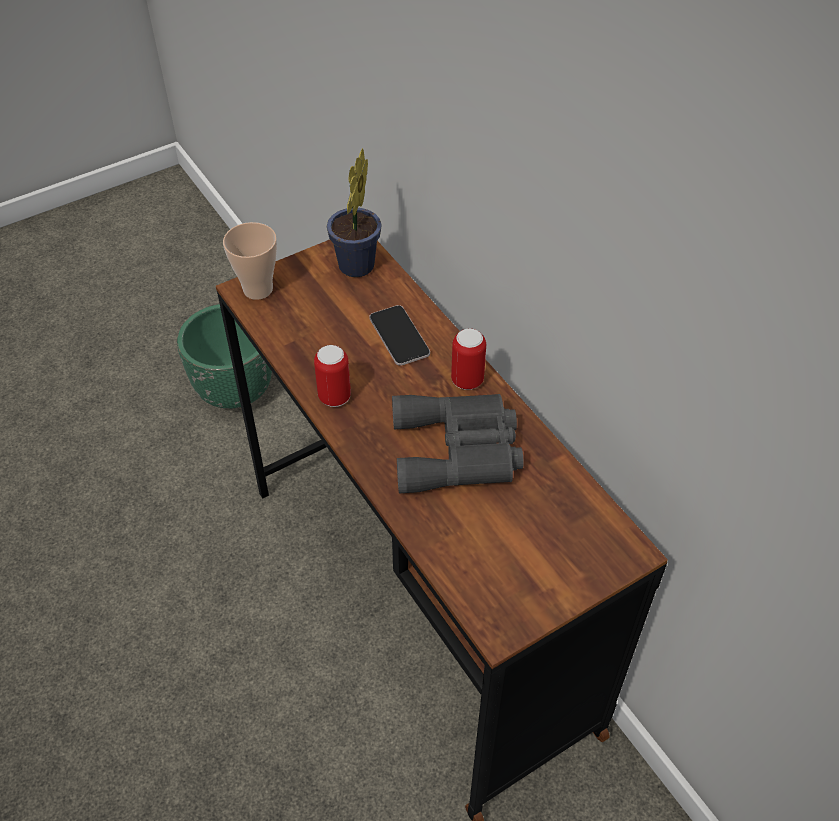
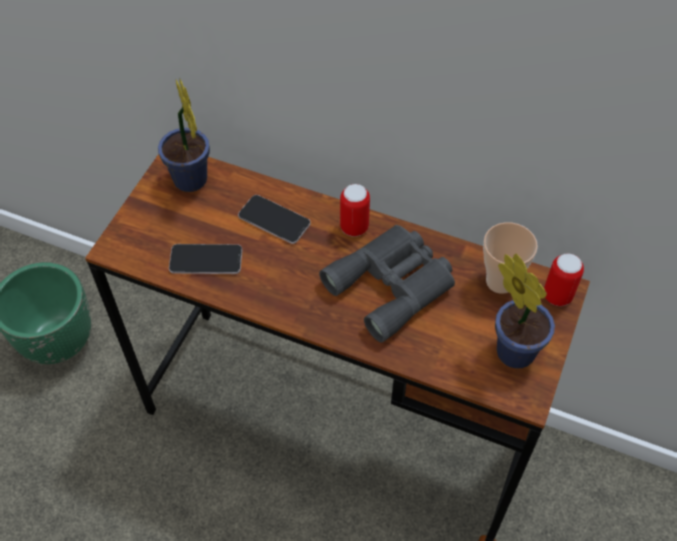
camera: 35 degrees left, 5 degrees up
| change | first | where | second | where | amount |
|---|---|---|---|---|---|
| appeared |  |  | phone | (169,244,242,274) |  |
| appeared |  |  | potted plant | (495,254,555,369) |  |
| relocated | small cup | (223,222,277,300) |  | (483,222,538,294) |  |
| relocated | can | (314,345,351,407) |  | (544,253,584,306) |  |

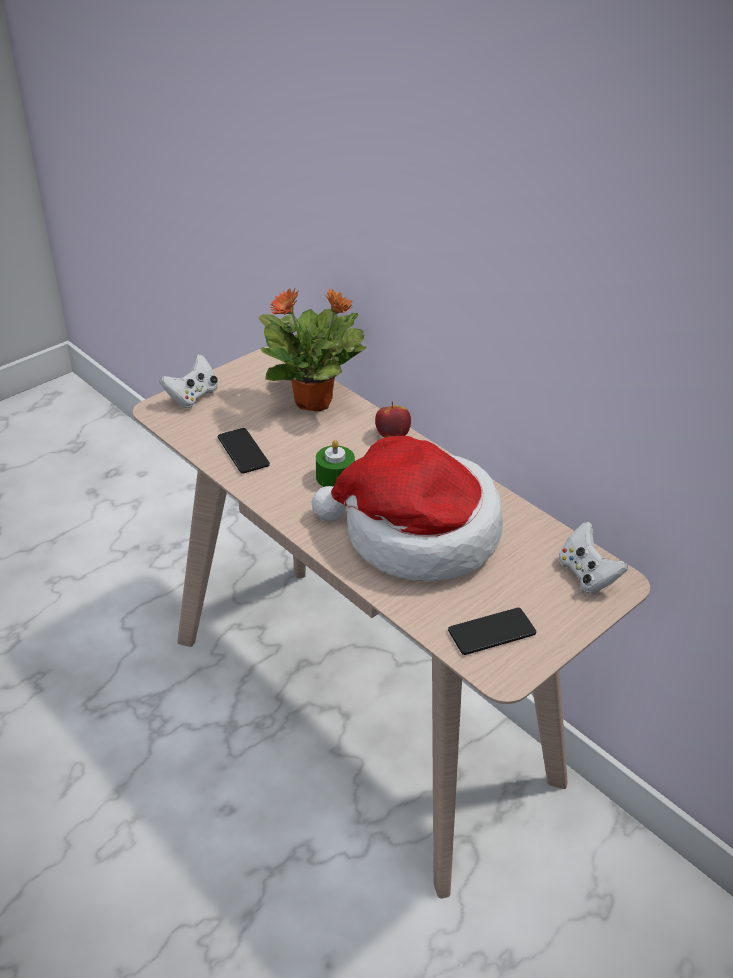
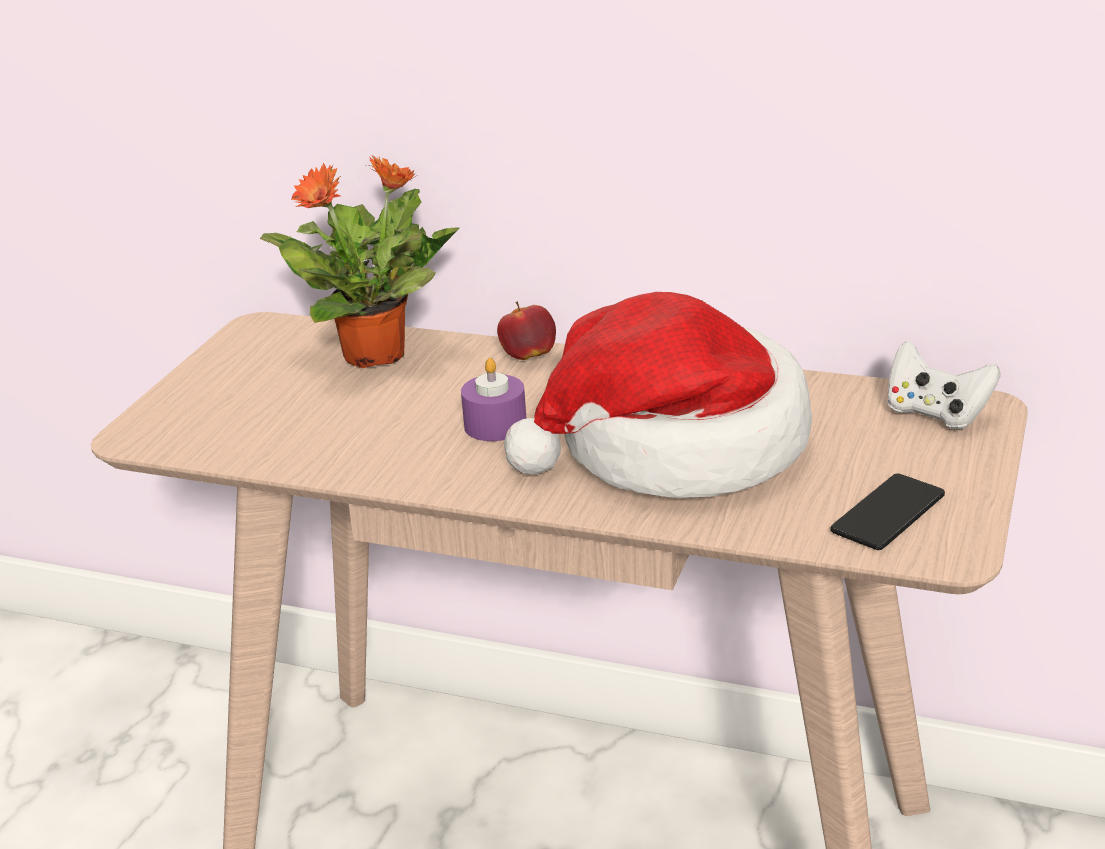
camera: 25 degrees left, 10 degrees down
| change | first | where | second | where | amount |
|---|---|---|---|---|---|
| missing | whitish gamepad | (160,354,218,408) |  |  |  |
| missing | phone | (218,428,270,473) |  |  |  |
| colour | green wax light | (316,440,355,487) | purple wax light | (461,358,526,441) |  |

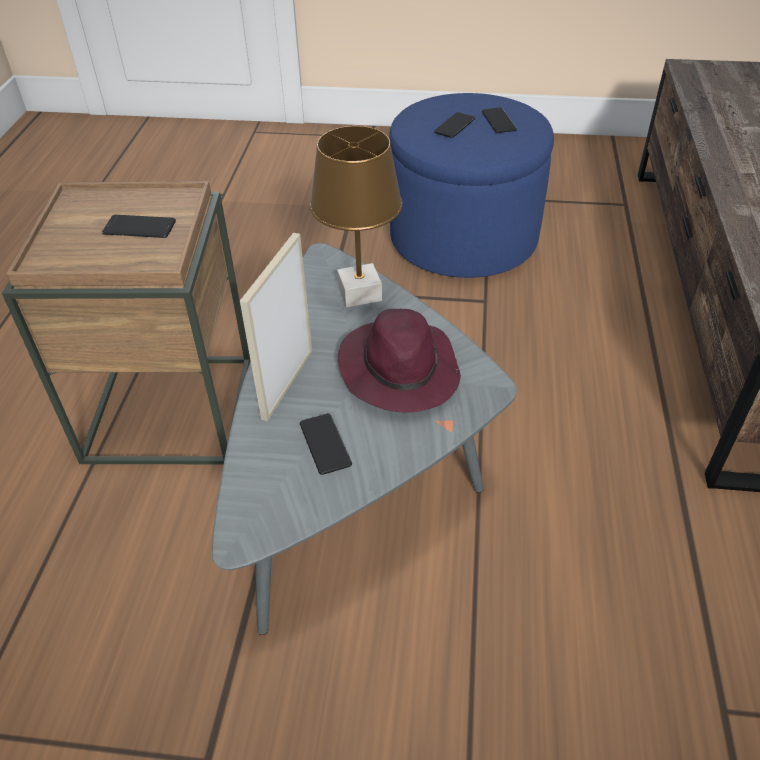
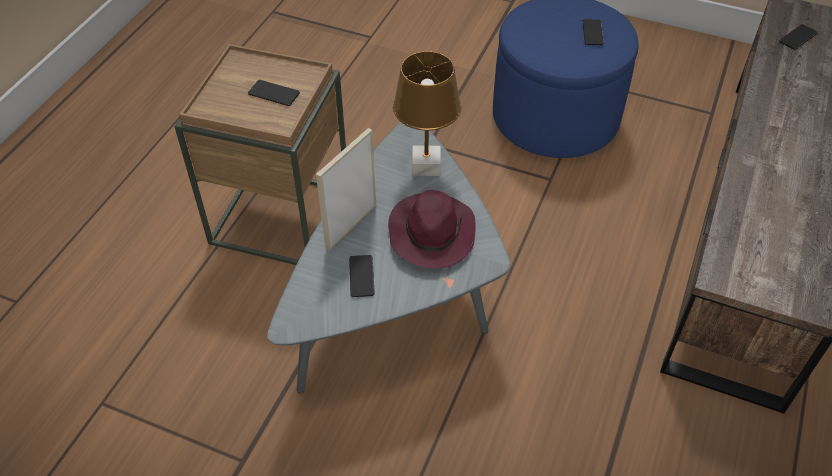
camera: 15 degrees right, 5 degrees up
| change | first | where | second | where | amount |
|---|---|---|---|---|---|
| relocated | phone | (434,112,475,138) |  | (779,24,818,50) |  |

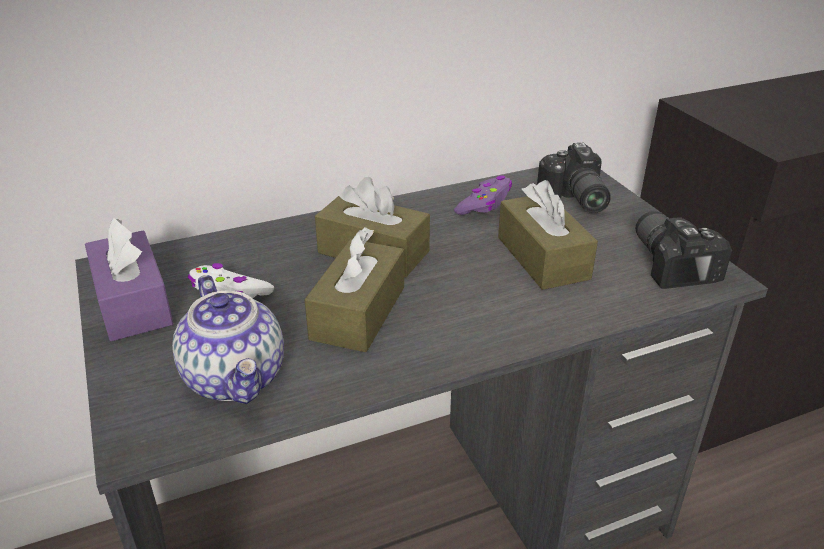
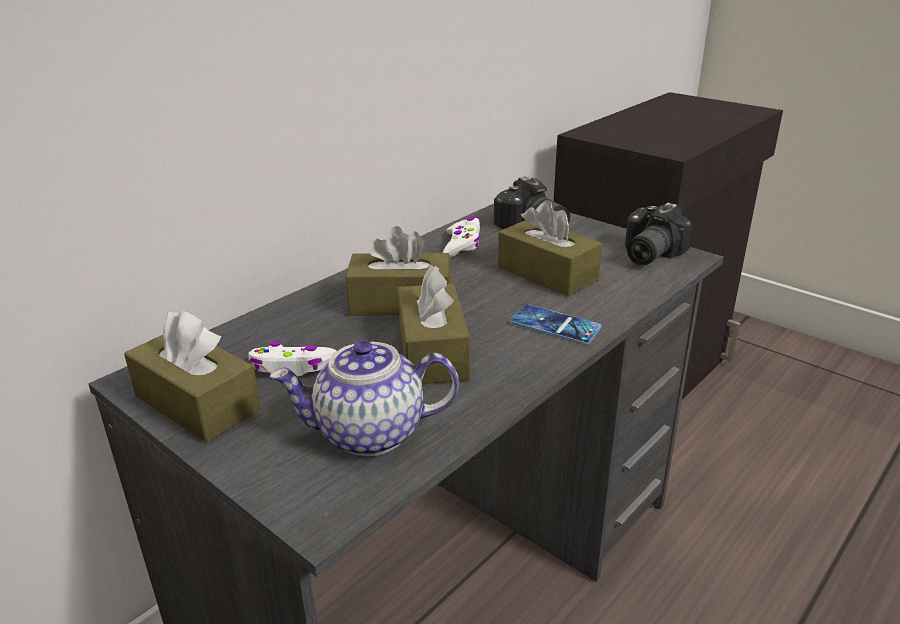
camera: 25 degrees left, 5 degrees down
| change | first | where | second | where | amount |
|---|---|---|---|---|---|
| appeared |  |  | phone | (509,304,602,345) |  |
| colour | purple box of tissues | (85,218,173,341) | brown-coloured box of tissues | (124,310,261,442) |  |
| colour | purple gamepad | (454,175,512,215) | whitish gamepad | (443,216,481,257) |  |
| spun | tea pot | (172,275,284,404) |  | (270,340,459,456) | 135 degrees clockwise |
| spun | photo camera | (636,211,732,289) |  | (625,203,693,265) | 105 degrees counterclockwise |

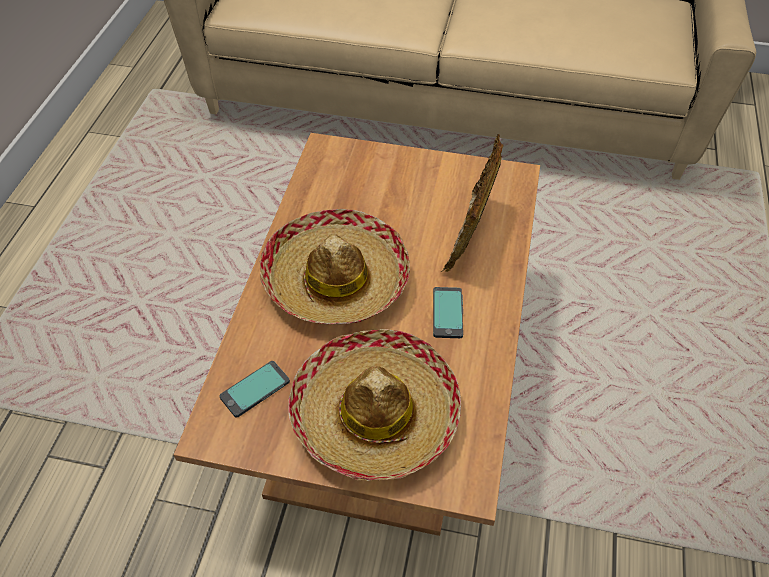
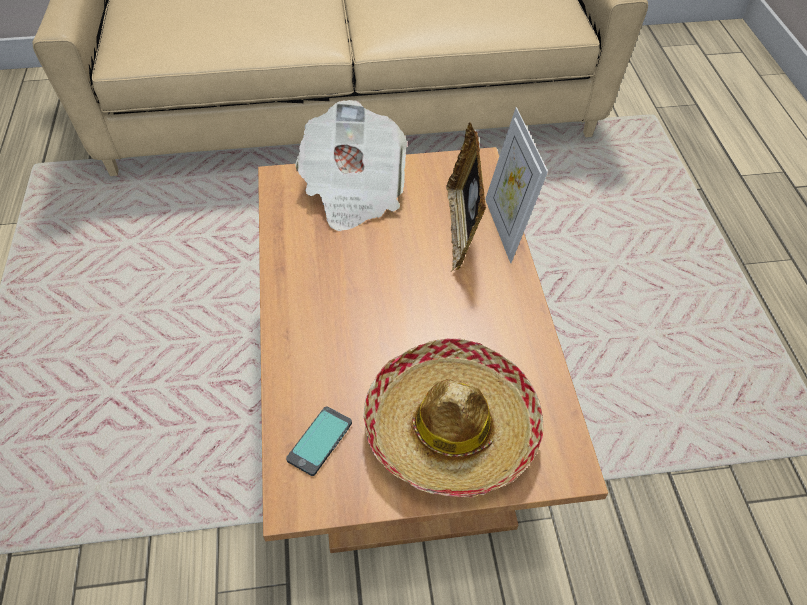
camera: 20 degrees left, 0 degrees up
| change | first | where | second | where | amount |
|---|---|---|---|---|---|
| missing | hat | (260,209,410,325) |  |  |  |
| missing | phone | (433,287,463,338) |  |  |  |
| appeared |  |  | newspaper | (295,100,407,231) |  |
| appeared |  |  | standing frame | (485,107,548,263) |  |

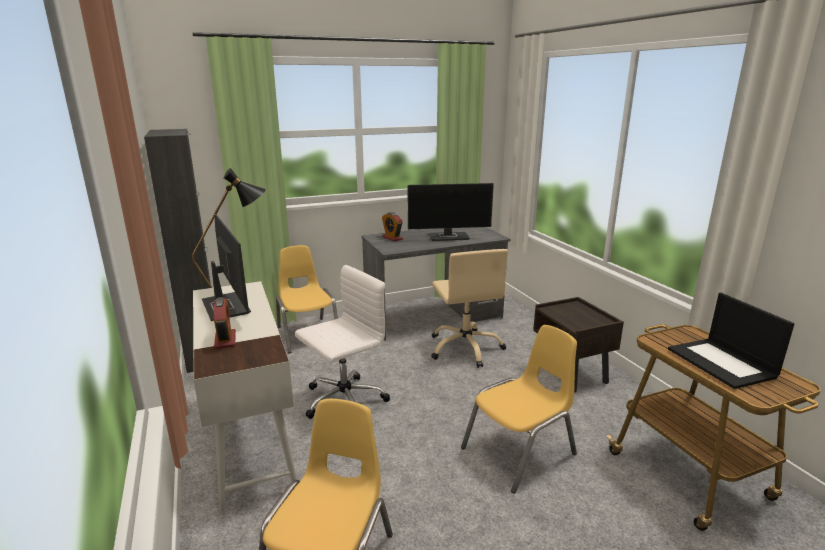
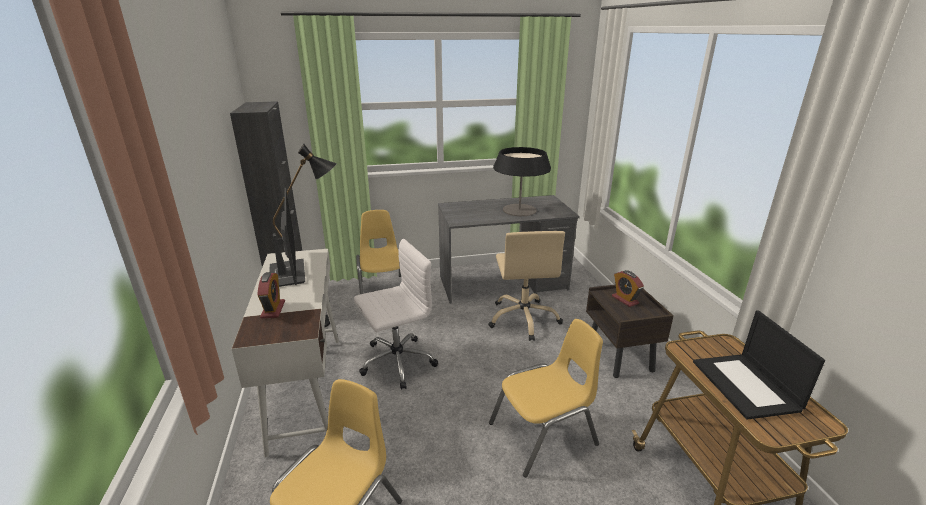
camera: 10 degrees right, 5 degrees up
| change | first | where | second | where | amount |
|---|---|---|---|---|---|
| relocated | table clock | (382,212,403,241) |  | (612,270,644,307) |  |
| exchanged | monitor | (408,183,494,241) | table lamp | (493,147,551,216) |  |

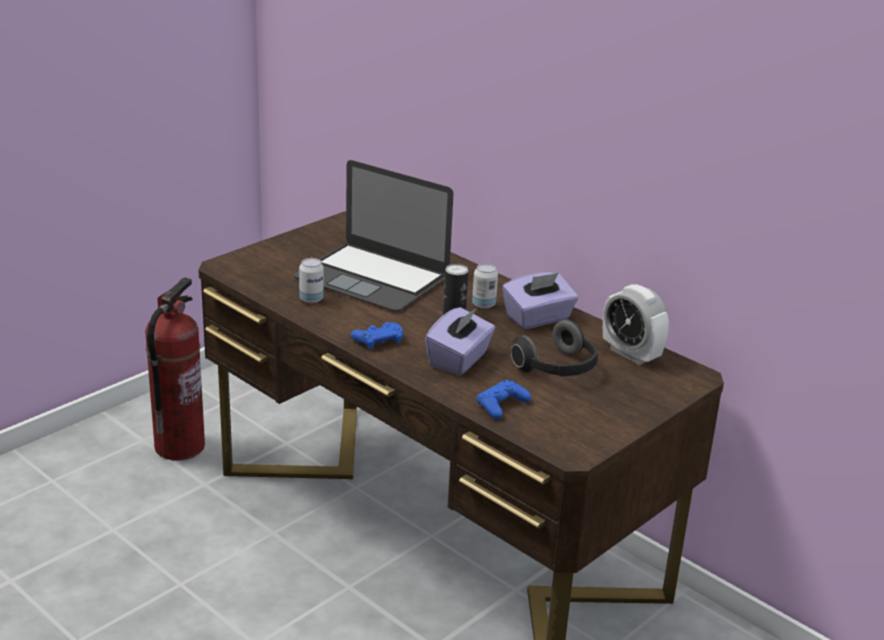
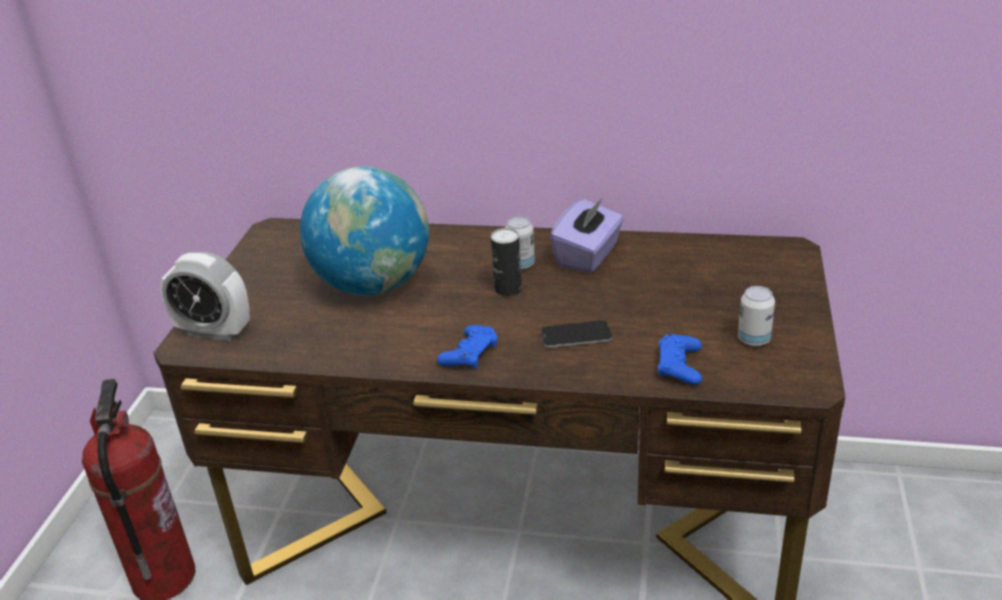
camera: 30 degrees left, 5 degrees up
| change | first | where | second | where | amount |
|---|---|---|---|---|---|
| missing | headphones | (511,319,598,376) |  |  |  |
| relocated | can | (299,258,324,303) |  | (738,286,775,347) |  |
| relocated | table clock | (603,284,669,365) |  | (160,252,250,341) |  |
| exchanged | notebook computer | (293,160,453,311) | world globe | (300,167,429,295) |  |
| exchanged | purple box of tissues | (425,307,495,375) | phone | (541,320,612,348) |  |

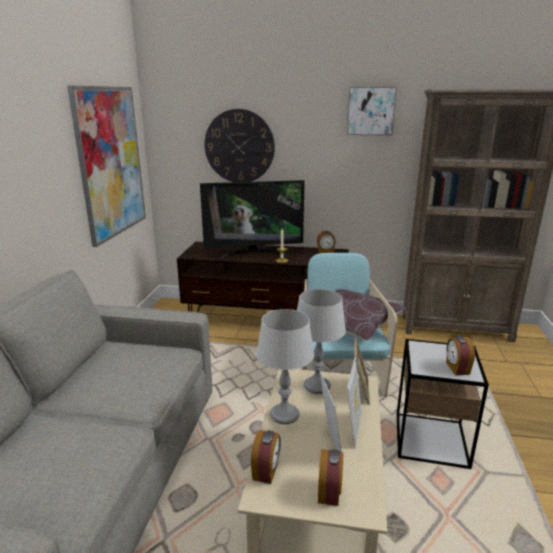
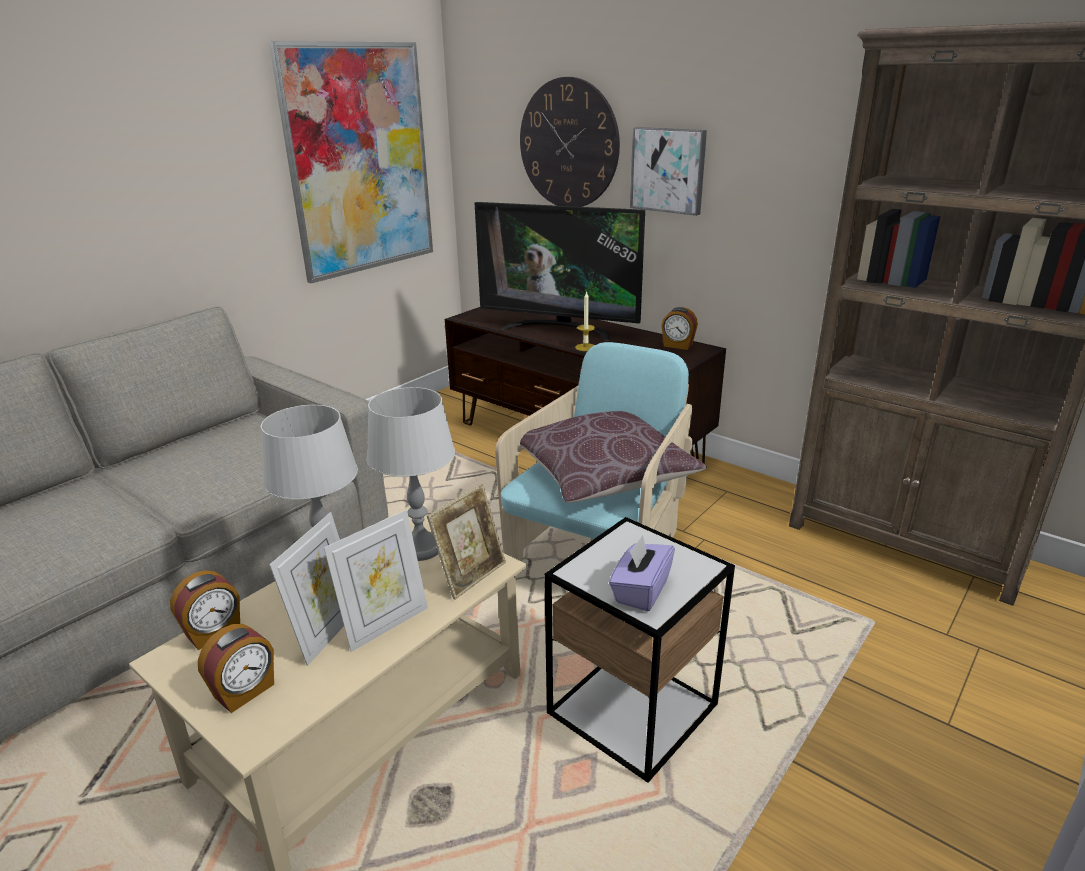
camera: 30 degrees right, 5 degrees up
| change | first | where | second | where | amount |
|---|---|---|---|---|---|
| relocated | picture | (347,87,397,136) |  | (630,127,707,216) |  |
| exchanged | table clock | (446,335,475,375) | purple box of tissues | (609,535,675,612) |  |

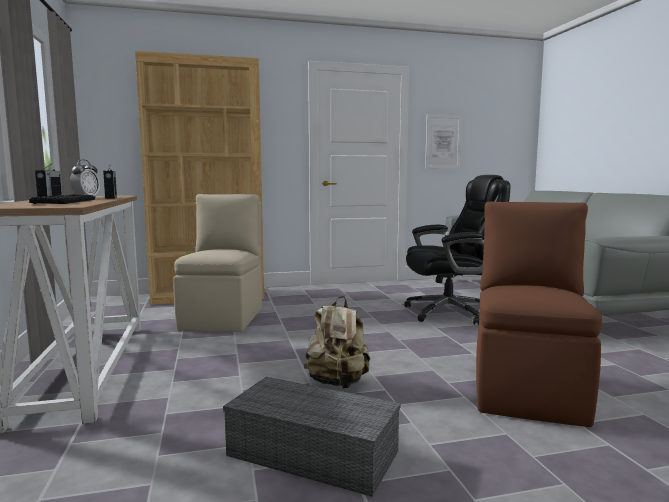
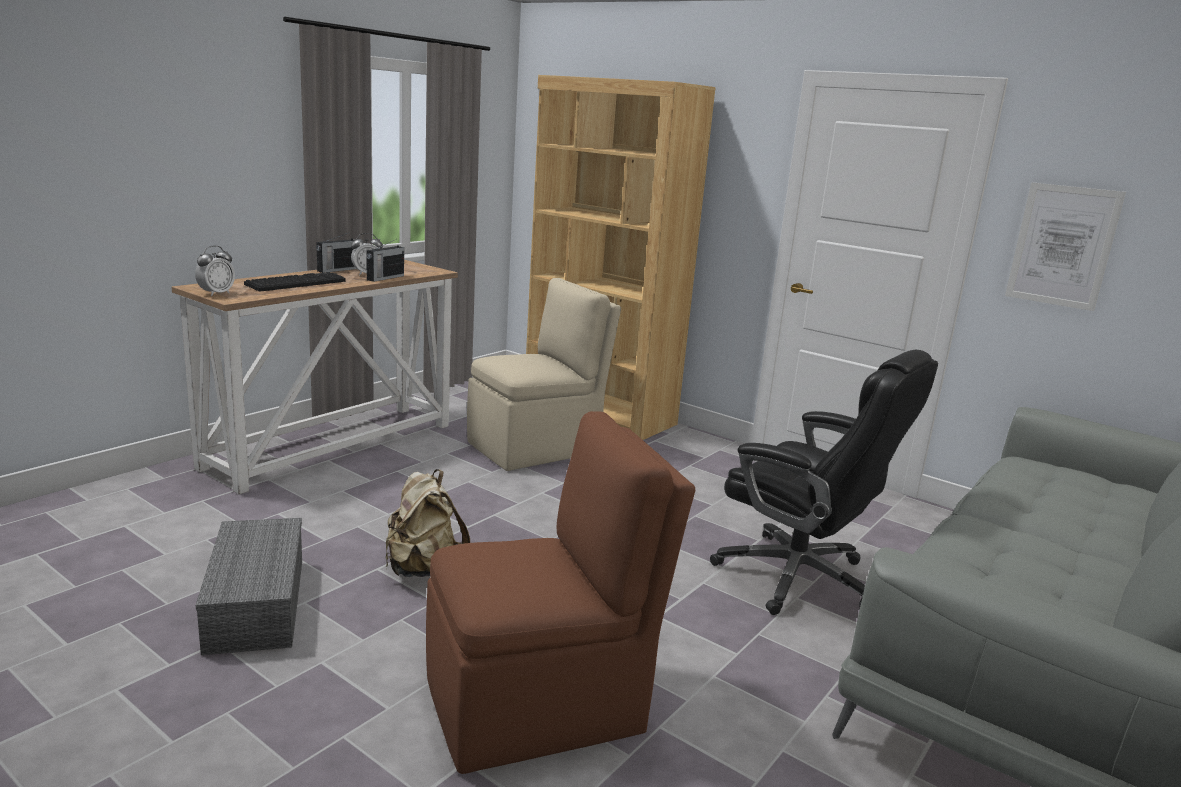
camera: 50 degrees right, 10 degrees up
| change | first | where | second | where | amount |
|---|---|---|---|---|---|
| appeared |  |  | table clock | (195,246,235,296) |  |

